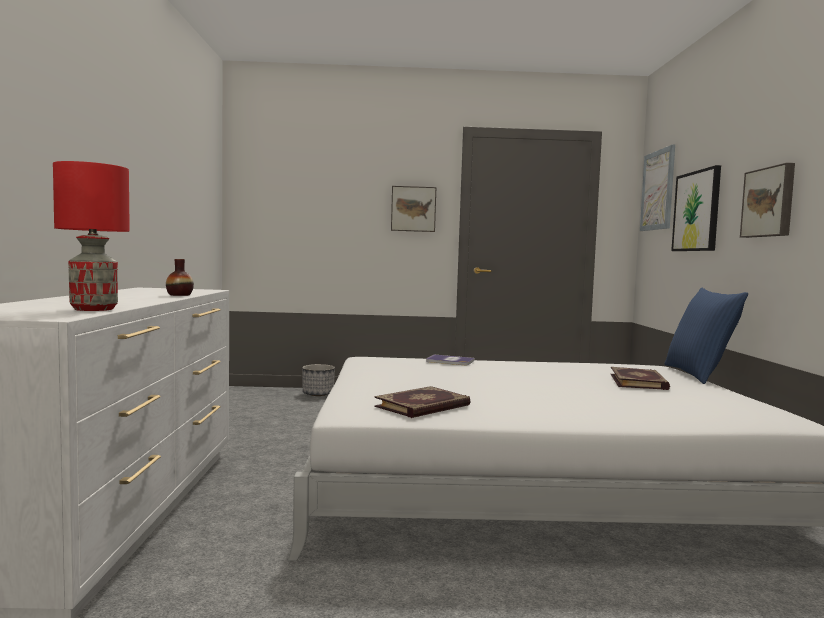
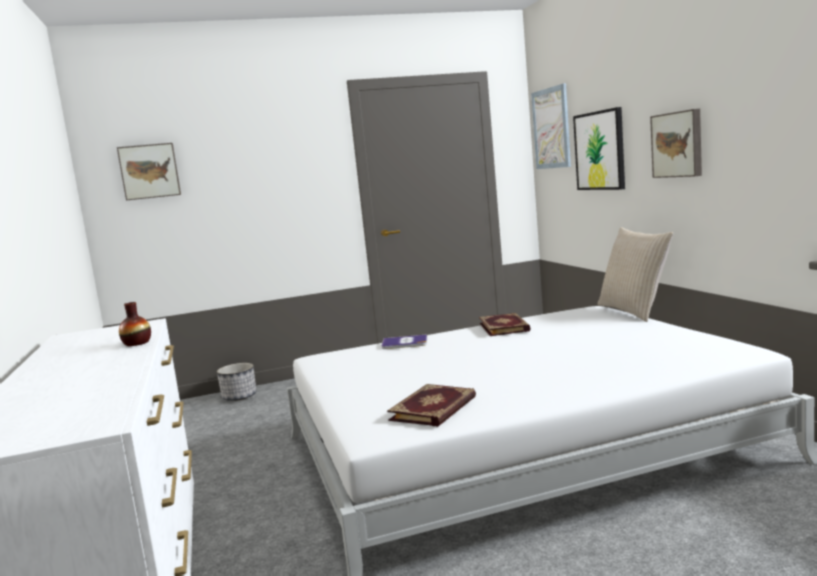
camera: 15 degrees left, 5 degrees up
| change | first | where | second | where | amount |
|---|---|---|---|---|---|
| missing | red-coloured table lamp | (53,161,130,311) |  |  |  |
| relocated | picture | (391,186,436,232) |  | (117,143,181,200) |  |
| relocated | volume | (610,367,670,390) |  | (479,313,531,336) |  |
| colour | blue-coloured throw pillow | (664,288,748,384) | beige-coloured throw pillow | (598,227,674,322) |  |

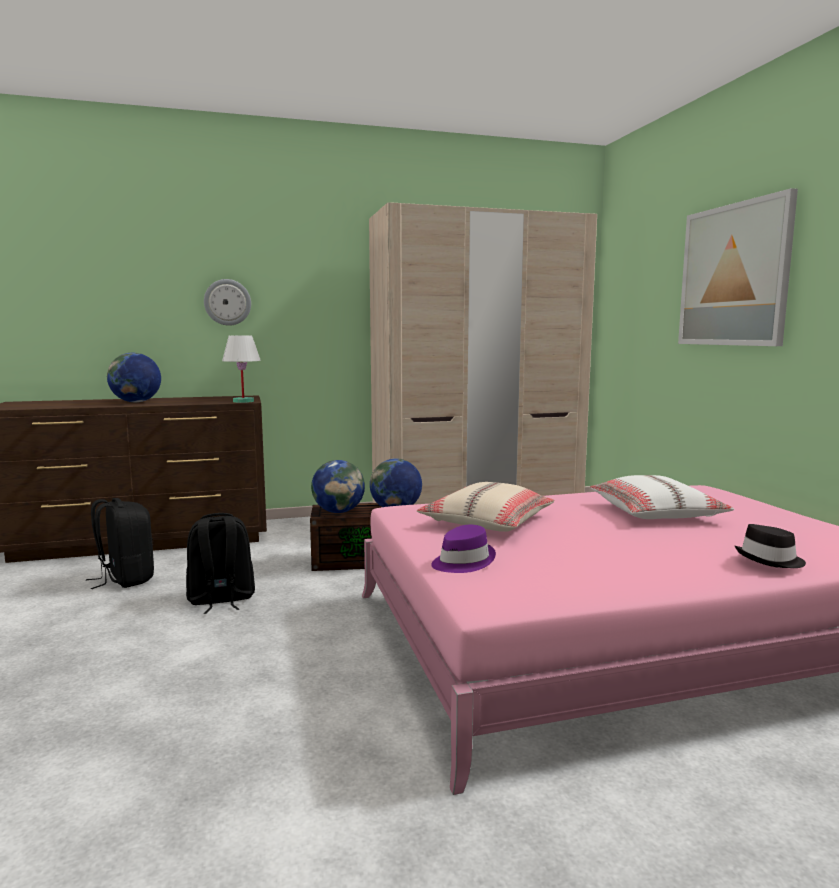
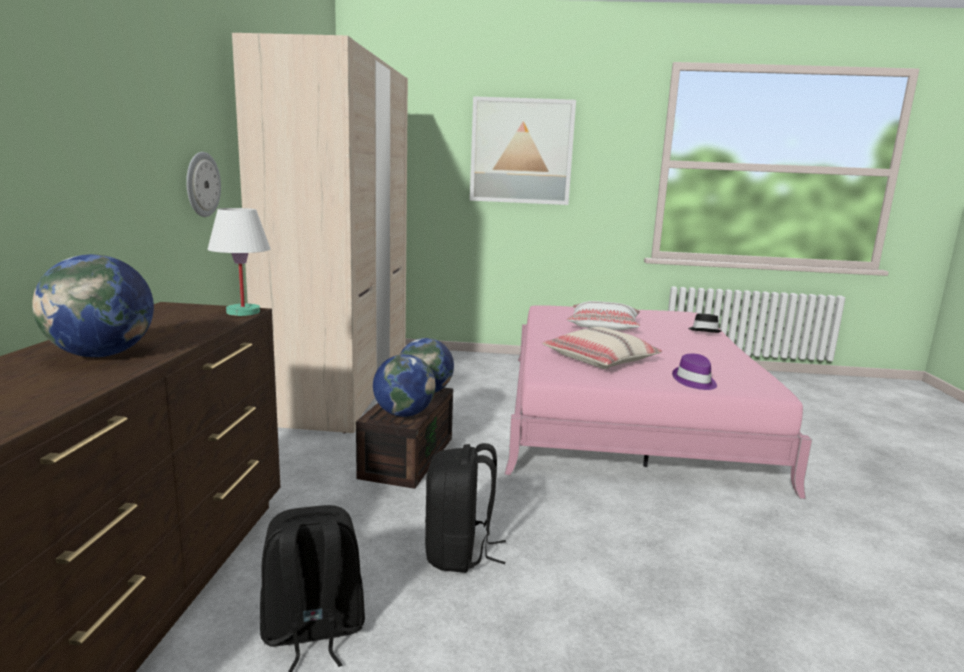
camera: 70 degrees left, 5 degrees up
| change | first | where | second | where | amount |
|---|---|---|---|---|---|
| relocated | clock on the wall | (204,279,251,326) |  | (186,152,221,217) |  |

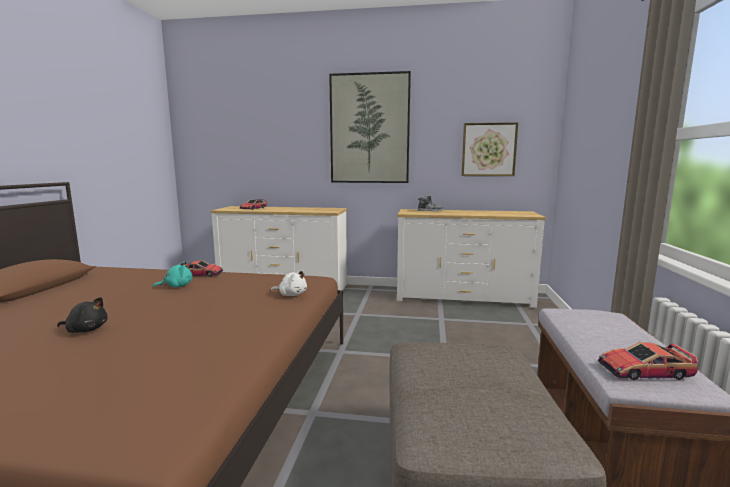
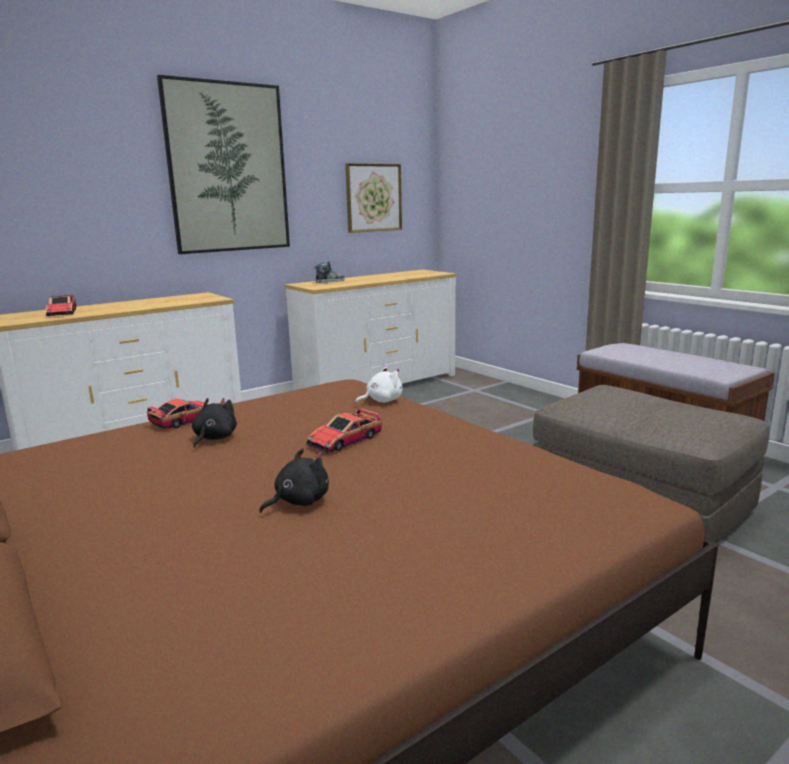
camera: 45 degrees left, 5 degrees up
| change | first | where | second | where | amount |
|---|---|---|---|---|---|
| relocated | toy car | (598,342,699,380) |  | (306,409,382,453) |  |
| colour | turquoise plush toy | (153,262,192,288) | blackish plush toy | (192,398,237,448) |  |

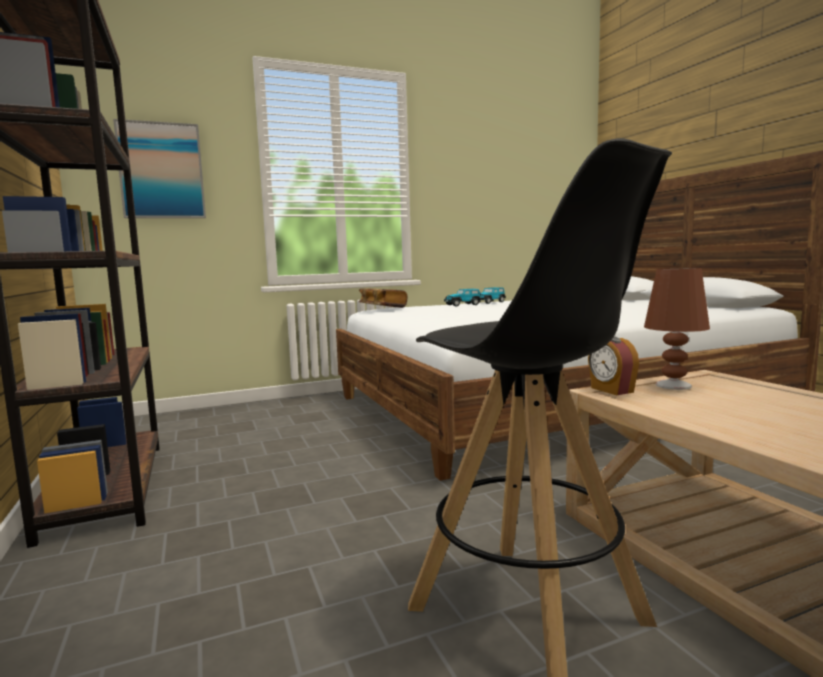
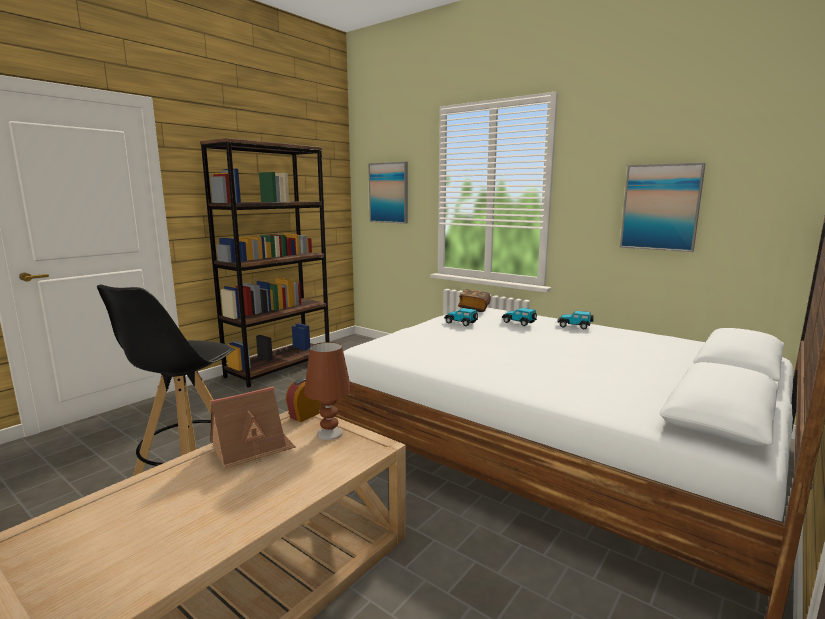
camera: 60 degrees right, 5 degrees up
| change | first | where | second | where | amount |
|---|---|---|---|---|---|
| appeared |  |  | model house | (210,386,296,469) |  |
| appeared |  |  | toy car | (444,308,478,326) |  |
| appeared |  |  | picture | (620,163,706,252) |  |

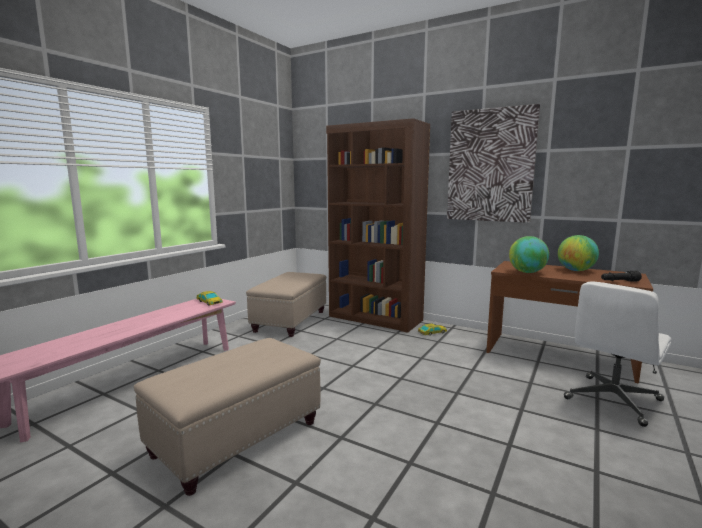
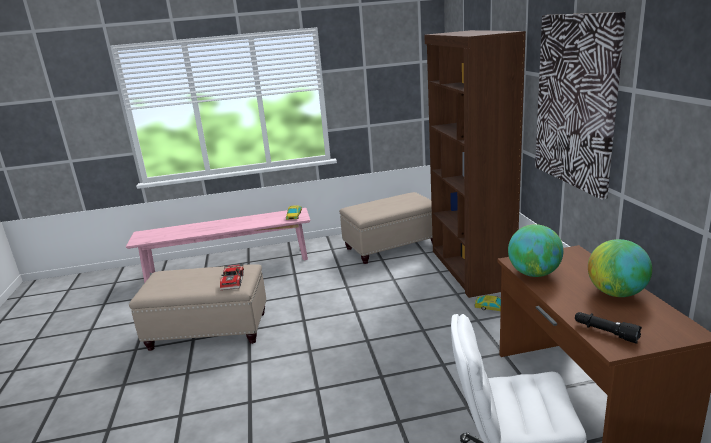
camera: 50 degrees right, 10 degrees up
| change | first | where | second | where | amount |
|---|---|---|---|---|---|
| appeared |  |  | toy car | (220,264,244,290) |  |

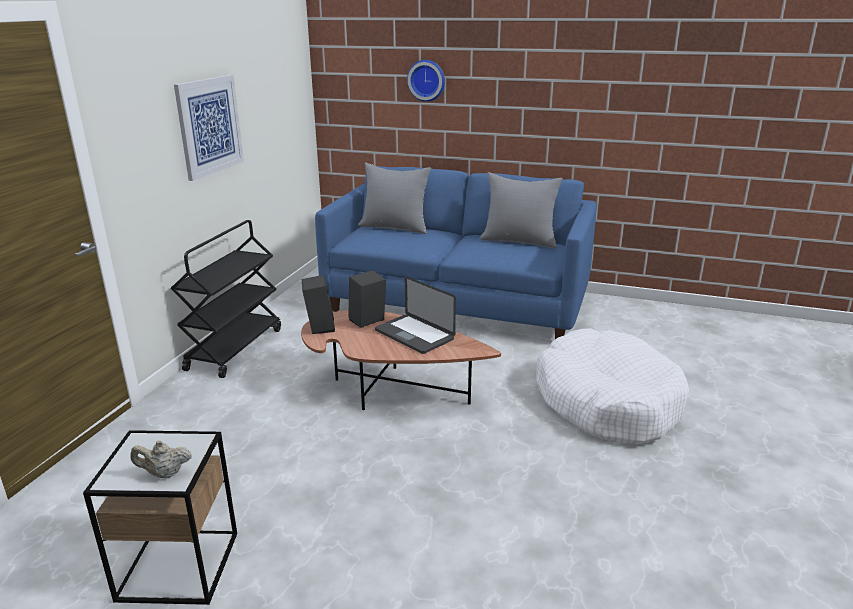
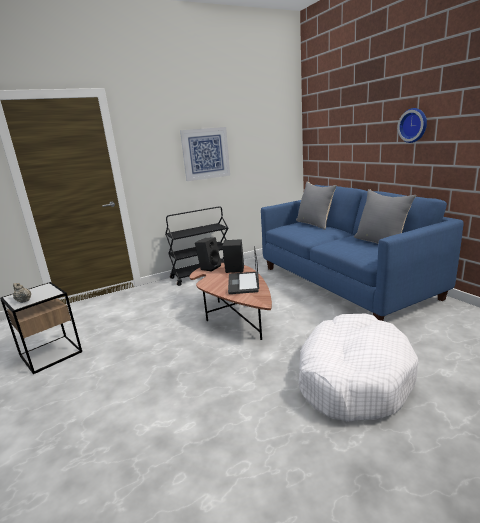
camera: 45 degrees right, 5 degrees down
| change | first | where | second | where | amount |
|---|---|---|---|---|---|
| relocated | clock on the wall | (407,60,445,102) |  | (397,108,427,143) |  |

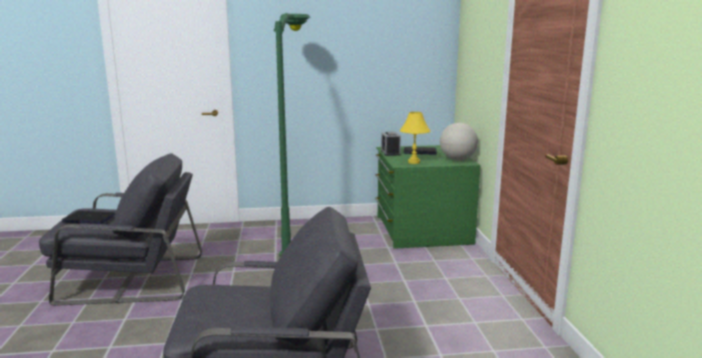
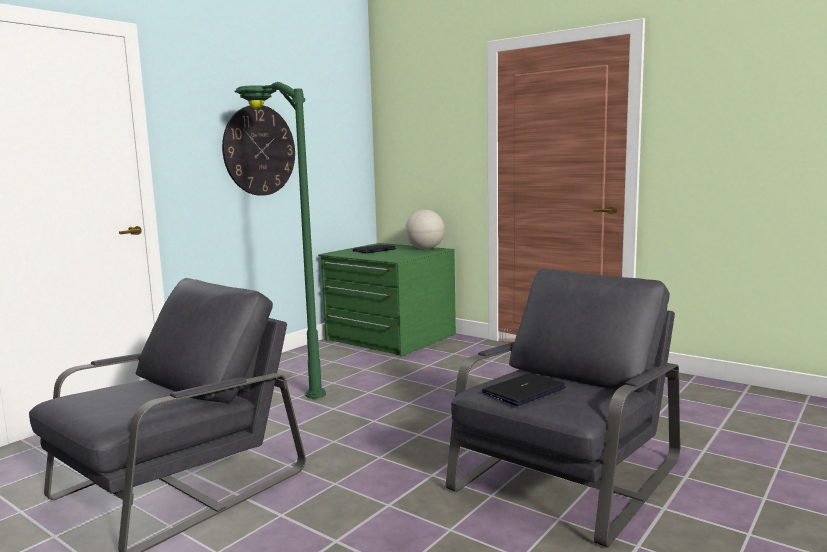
camera: 45 degrees left, 5 degrees down
| change | first | where | second | where | amount |
|---|---|---|---|---|---|
| missing | table clock | (381,132,401,156) |  |  |  |
| missing | yellowish table lamp | (400,112,431,164) |  |  |  |
| appeared |  |  | clock on the wall | (222,105,295,196) |  |
| relocated | notebook computer | (62,211,116,224) |  | (482,373,566,406) |  |

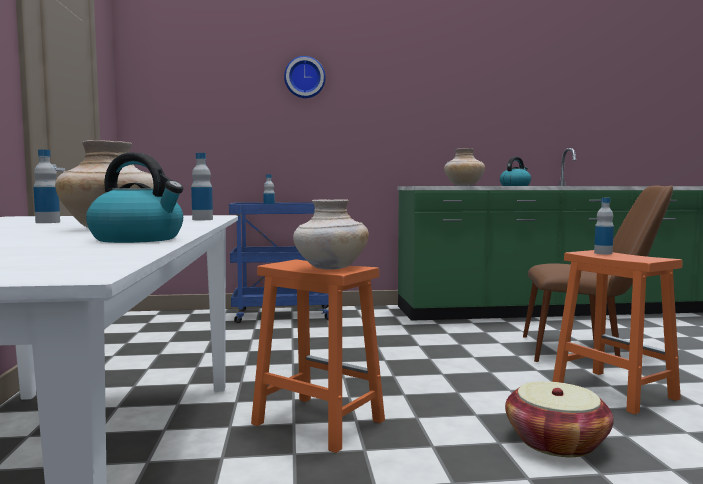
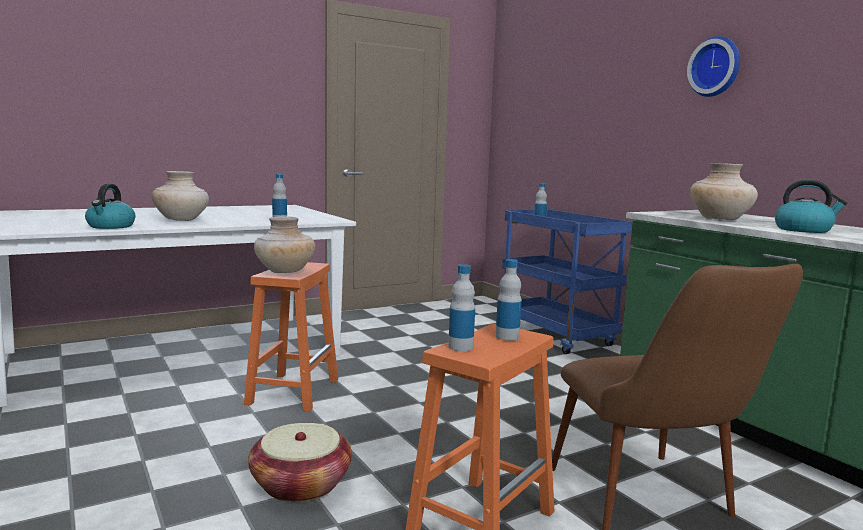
camera: 65 degrees right, 5 degrees up
| change | first | where | second | where | amount |
|---|---|---|---|---|---|
| relocated | bottle | (33,150,60,223) |  | (448,264,475,351) |  |
| relocated | clock on the wall | (284,56,326,98) |  | (687,36,740,97) |  |

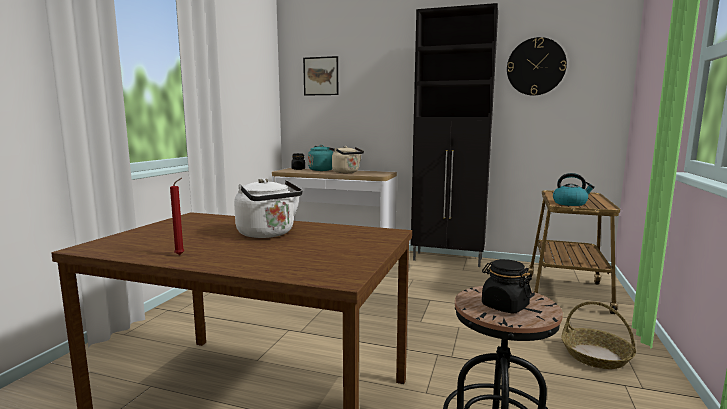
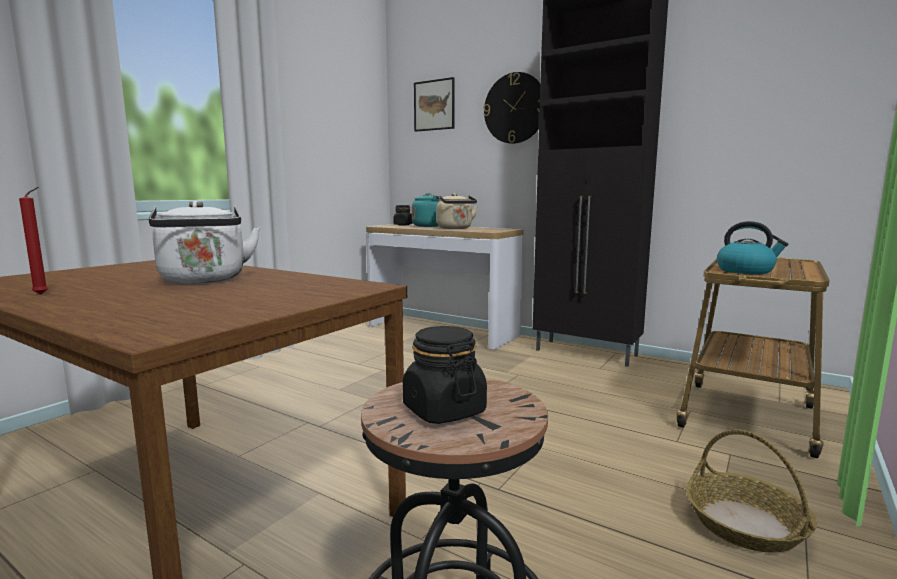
camera: 15 degrees right, 0 degrees up
| change | first | where | second | where | amount |
|---|---|---|---|---|---|
| relocated | clock on the wall | (507,37,567,96) |  | (483,72,540,144) |  |

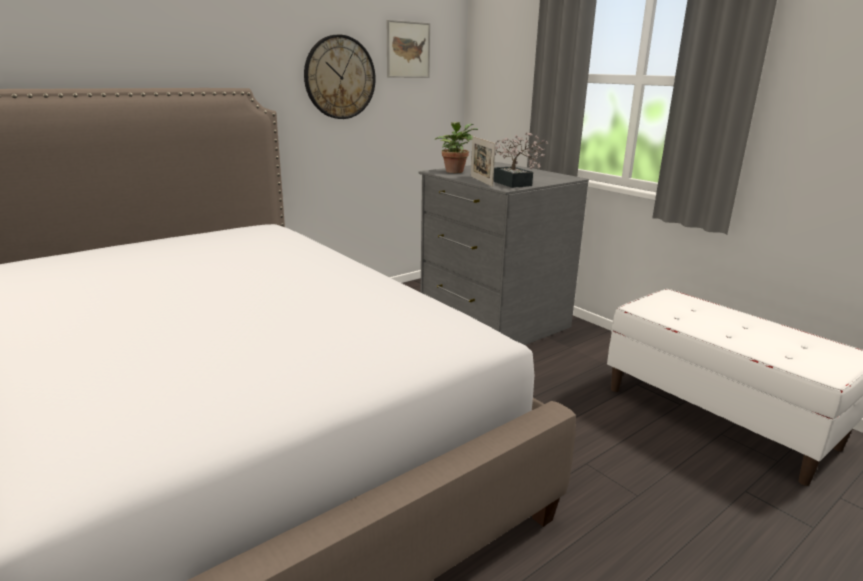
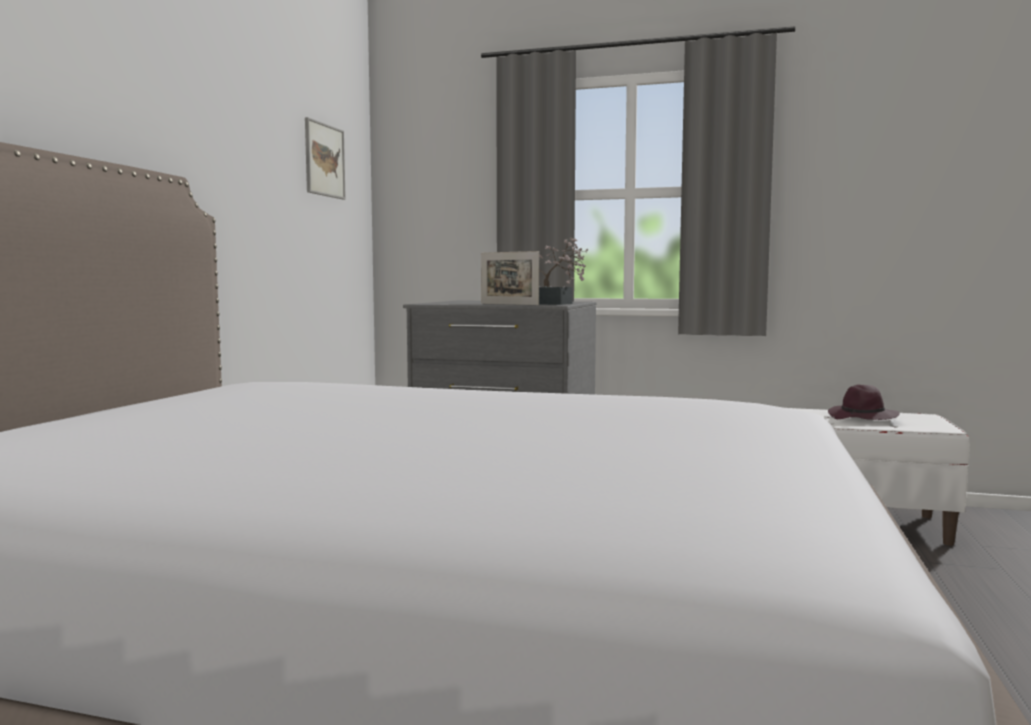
camera: 35 degrees left, 15 degrees down
| change | first | where | second | where | amount |
|---|---|---|---|---|---|
| missing | clock on the wall | (304,35,376,119) |  |  |  |
| missing | potted plant | (435,122,478,173) |  |  |  |
| appeared |  |  | purple hat | (828,385,899,420) |  |

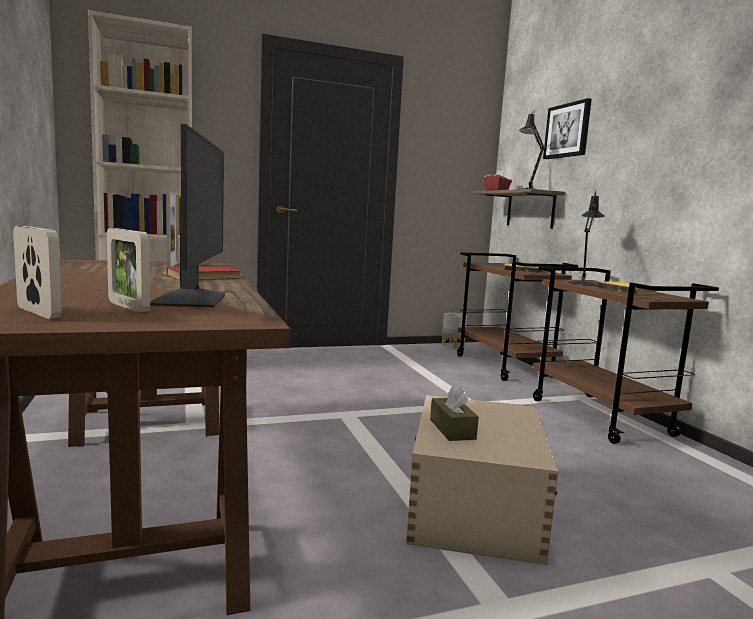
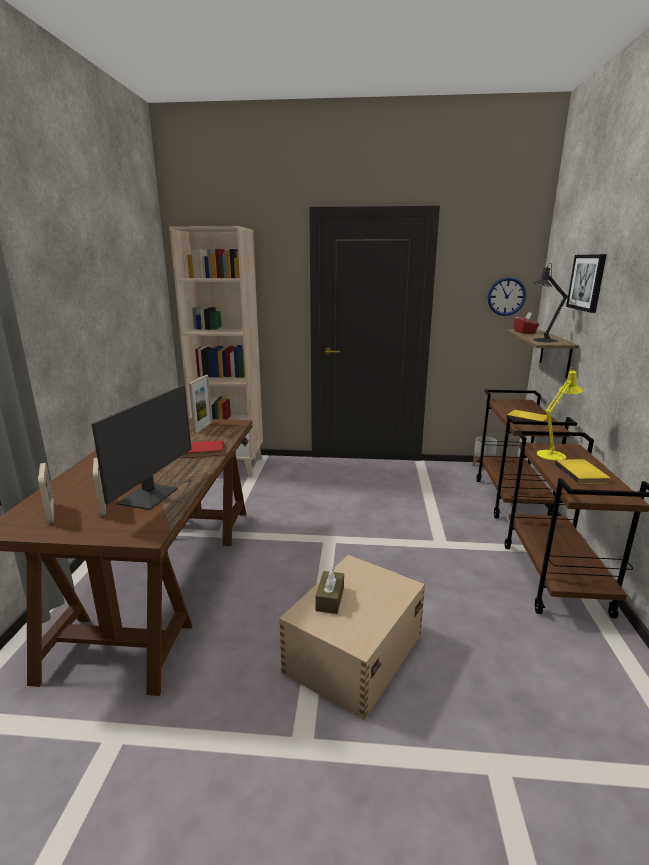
camera: 25 degrees right, 10 degrees up
| change | first | where | second | where | amount |
|---|---|---|---|---|---|
| appeared |  |  | clock on the wall | (488,277,526,316) |  |
| colour | blackish table lamp | (568,190,605,286) | yellowish table lamp | (537,367,583,461) |  |

